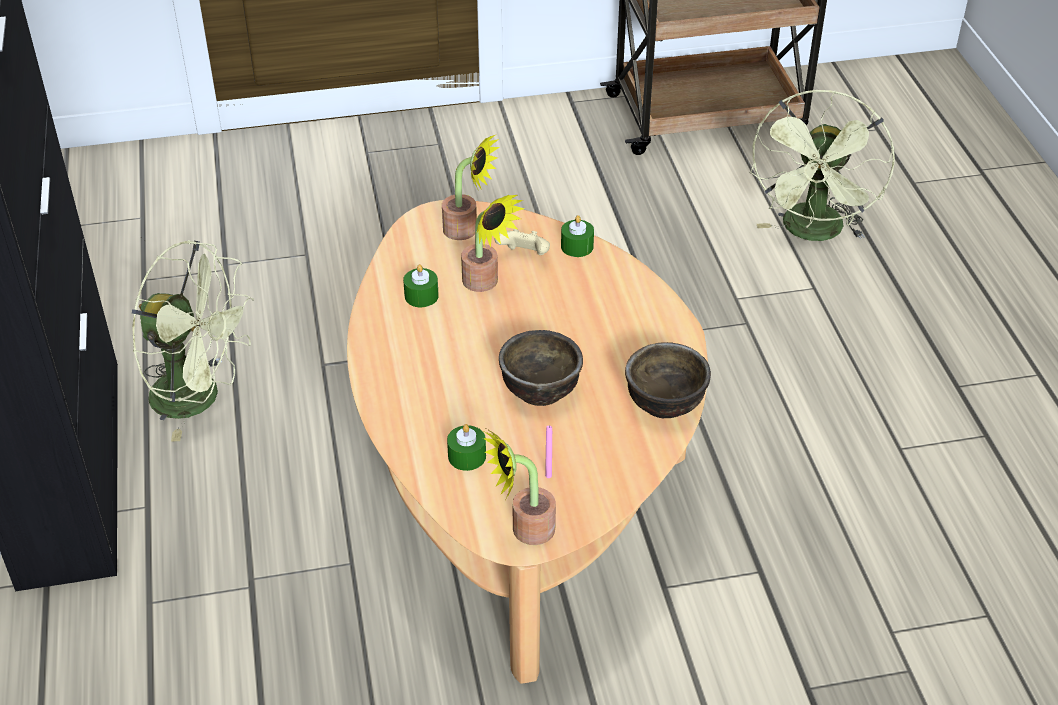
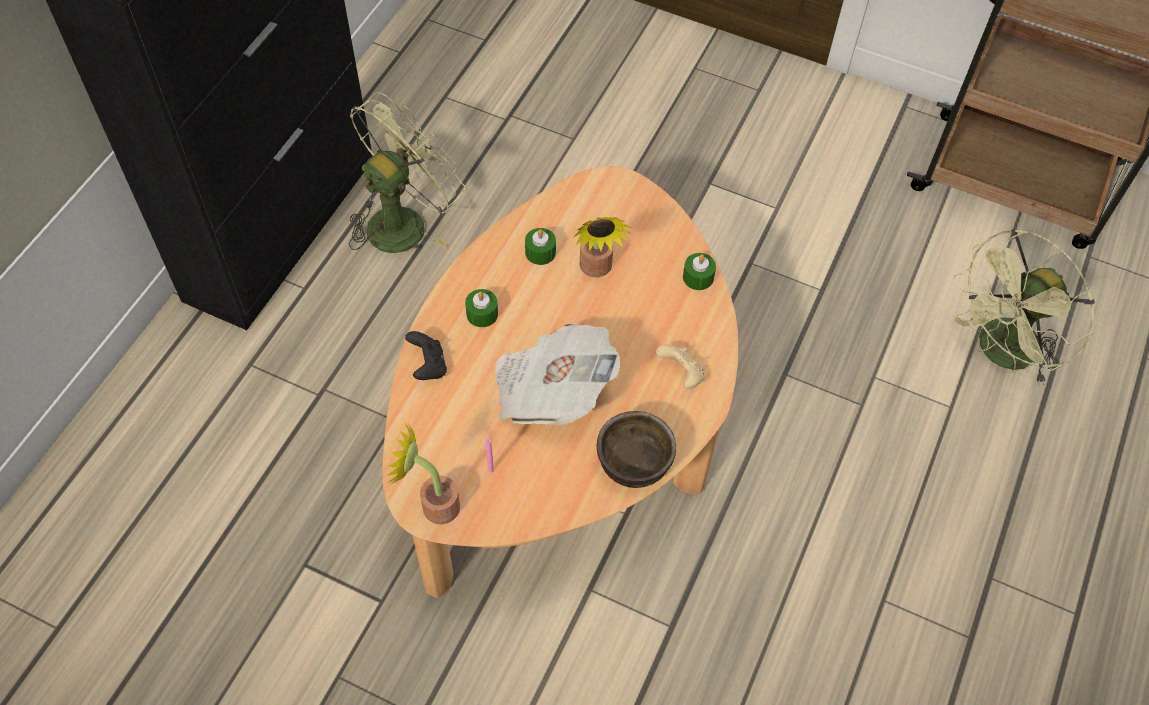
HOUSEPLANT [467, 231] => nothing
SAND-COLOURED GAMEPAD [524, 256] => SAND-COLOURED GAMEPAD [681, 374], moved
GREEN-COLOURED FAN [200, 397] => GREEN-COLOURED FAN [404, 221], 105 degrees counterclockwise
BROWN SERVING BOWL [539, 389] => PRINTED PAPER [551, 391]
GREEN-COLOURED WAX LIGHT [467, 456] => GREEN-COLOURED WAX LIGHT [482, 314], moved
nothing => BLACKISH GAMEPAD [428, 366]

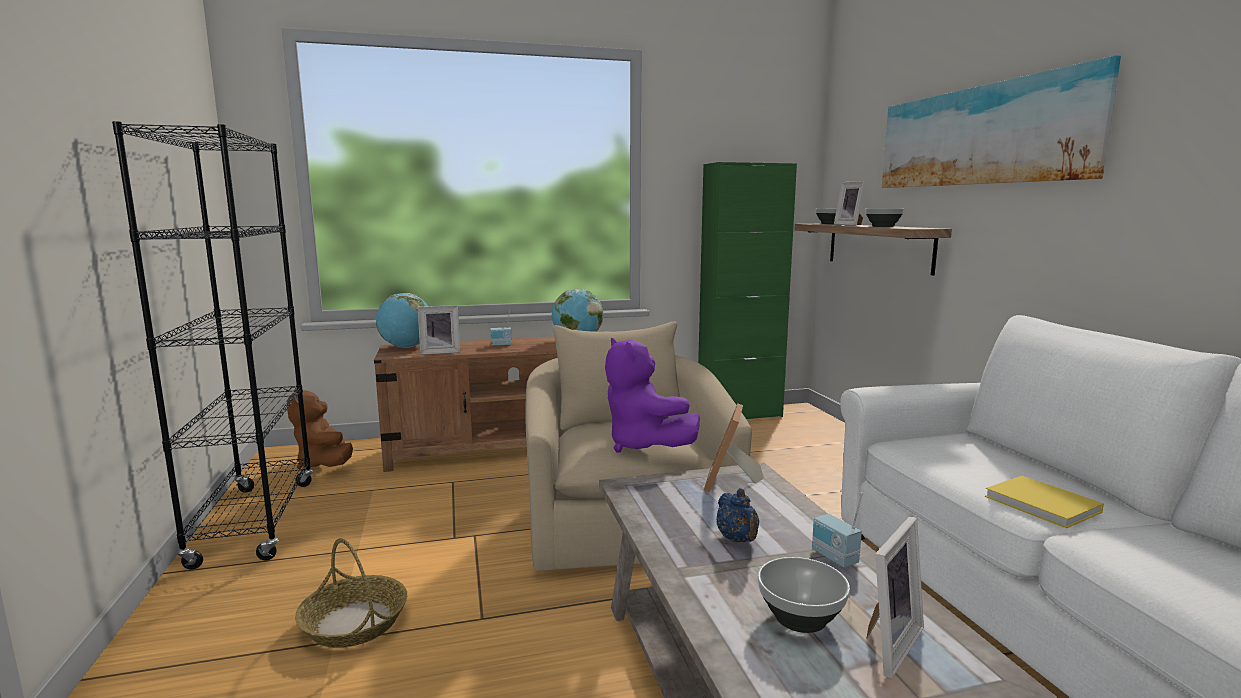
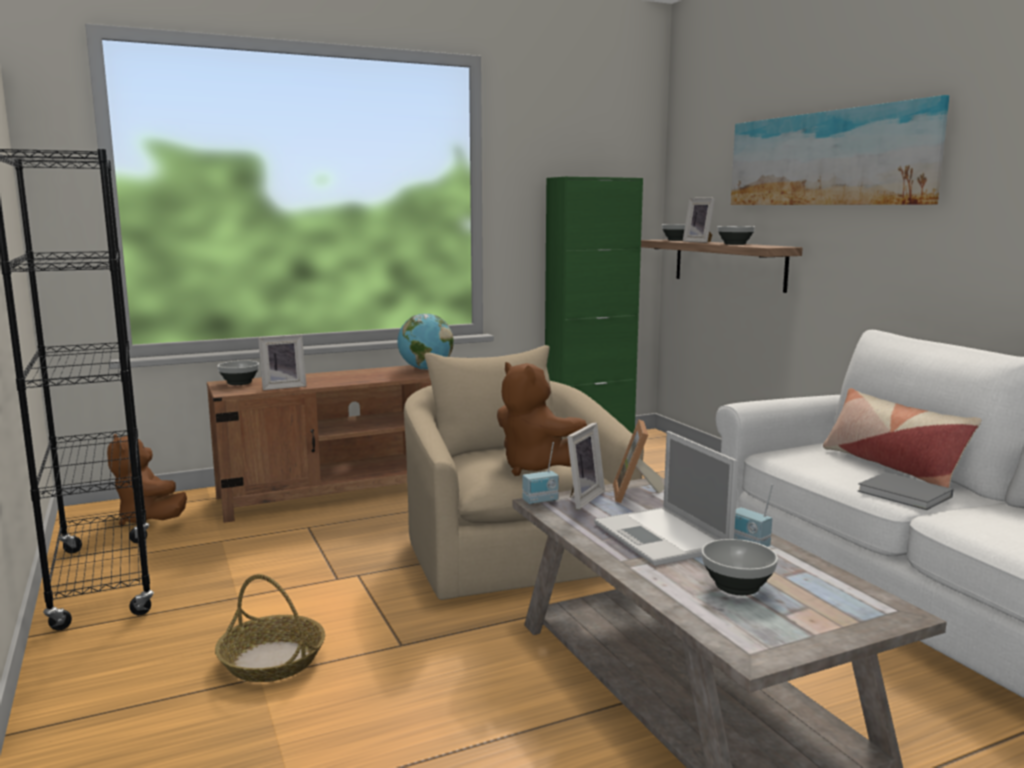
WORLD GLOBE [406, 347] => SERVING BOWL [239, 383]
RADIO [501, 345] => RADIO [541, 501], moved
PURPLE PLUSH TOY [643, 445] => BROWN PLUSH TOY [537, 468]
YELLOW-COLOURED VOLUME [1044, 505] => GREYISH VOLUME [907, 494]
BLUE-COLOURED TEAPOT [738, 540] => PORTABLE COMPUTER [663, 537]
PICTURE FRAME [885, 643] => PICTURE FRAME [580, 498], moved
nothing => PILLOW [891, 466]

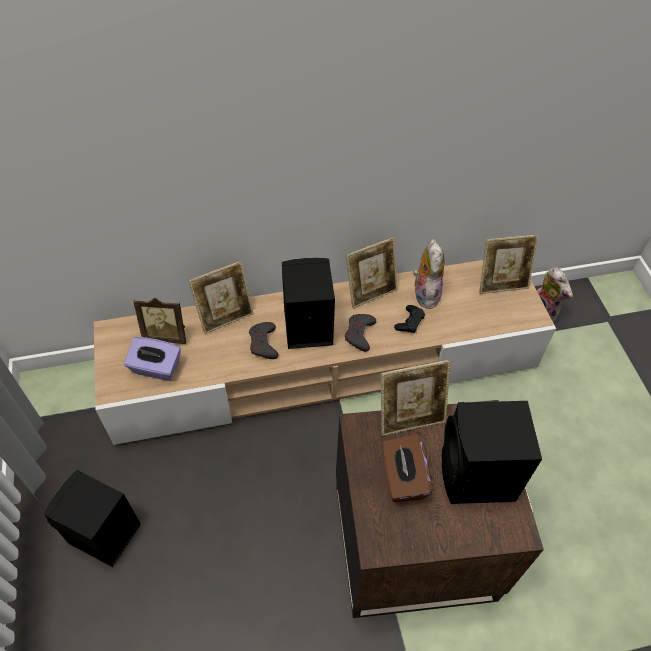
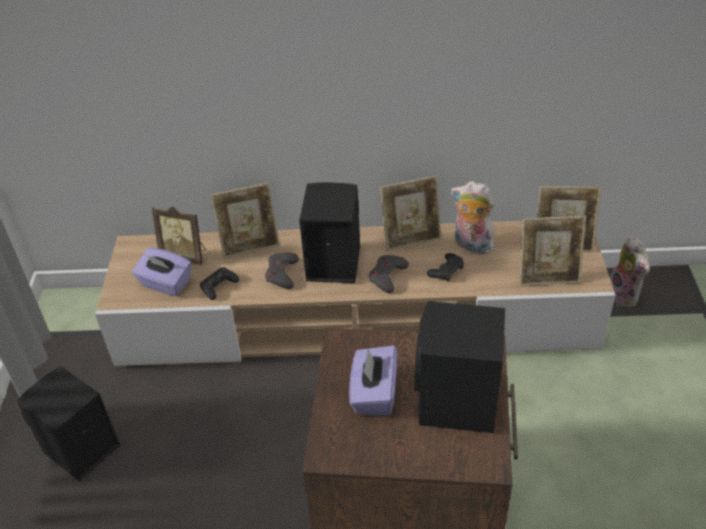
PLUSH TOY [424, 293] => PLUSH TOY [471, 245], 75 degrees counterclockwise
PICTURE FRAME [410, 417] => PICTURE FRAME [547, 276], moved
BROWN TISSUE BOX [402, 478] => PURPLE TISSUE BOX [374, 394]
nothing => BLACKISH GAMEPAD [219, 286]

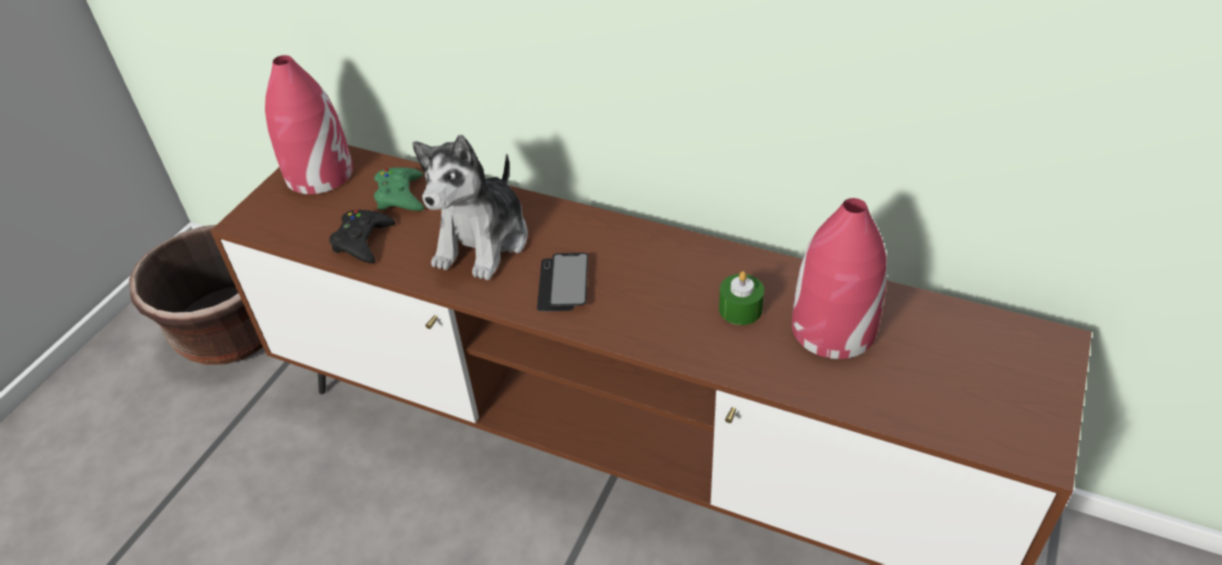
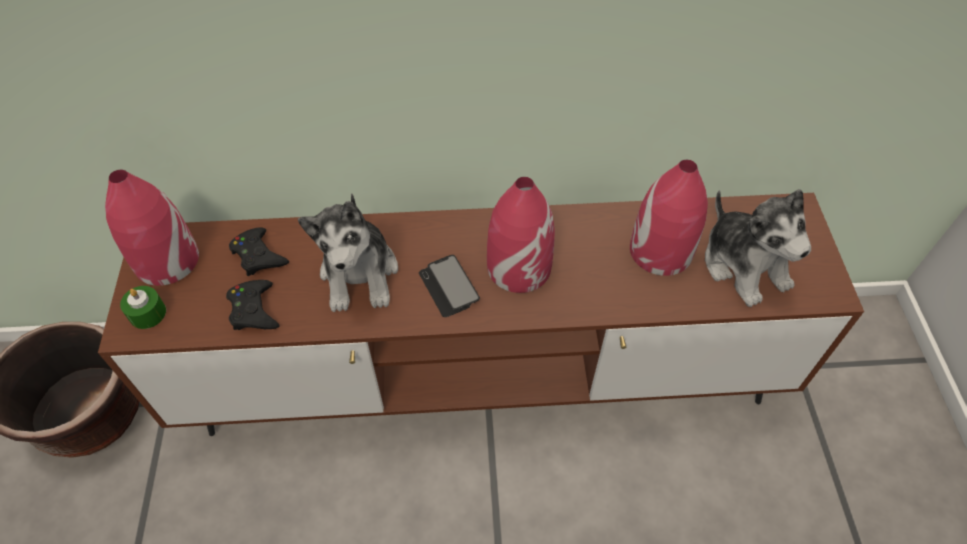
GREEN-COLOURED GAMEPAD [400, 195] => BLACKISH GAMEPAD [258, 256]
GREEN-COLOURED WAX LIGHT [740, 309] => GREEN-COLOURED WAX LIGHT [147, 313], moved
nothing => REDDISH FLOWER VASE [518, 266]
nothing => PLUSH TOY [744, 265]

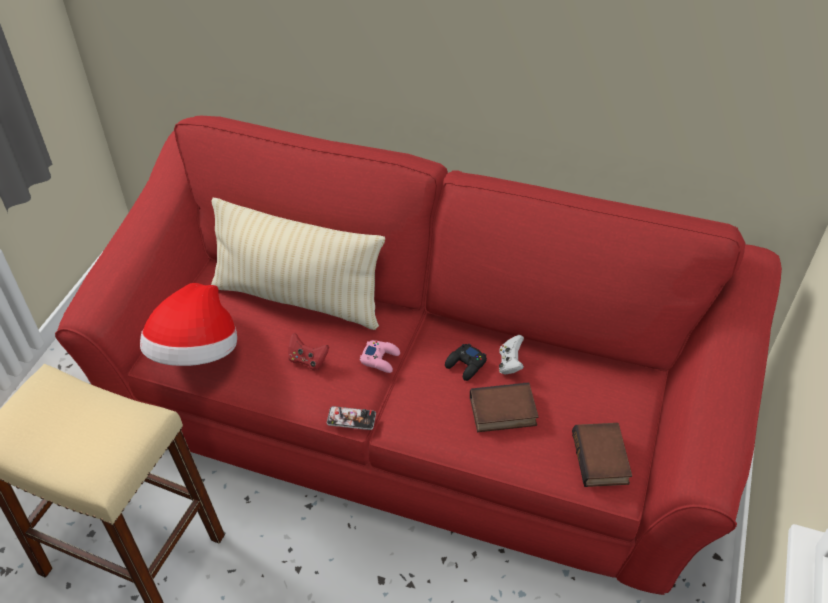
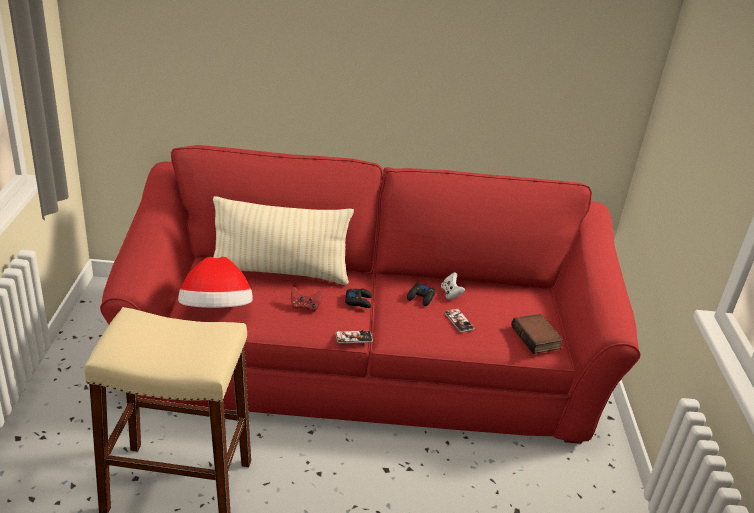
PINKISH GAMEPAD [380, 359] => BLACKISH GAMEPAD [358, 301]
VOLUME [502, 413] => TELEPHONE [459, 321]

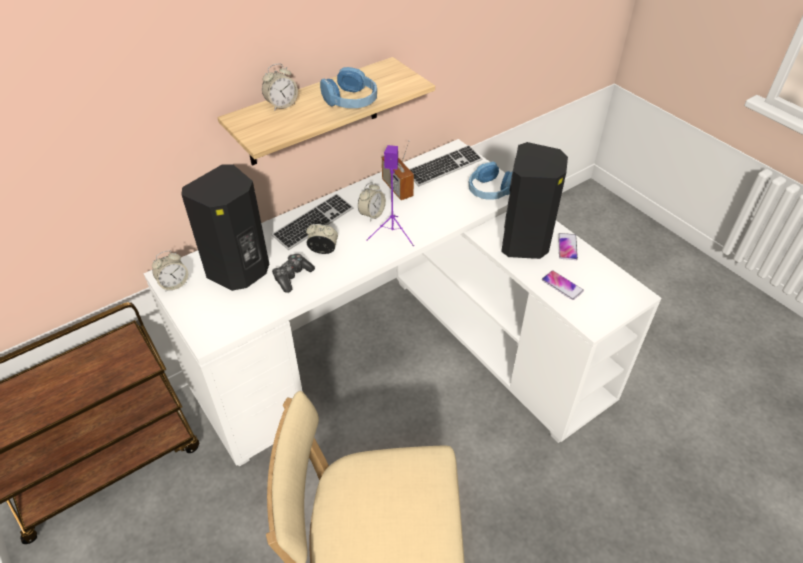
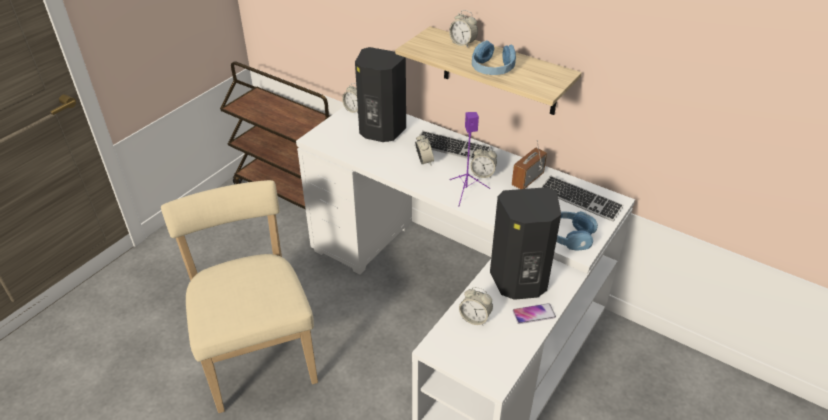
GAMEPAD [292, 276] => nothing
TELEPHONE [562, 285] => ALARM CLOCK [475, 318]

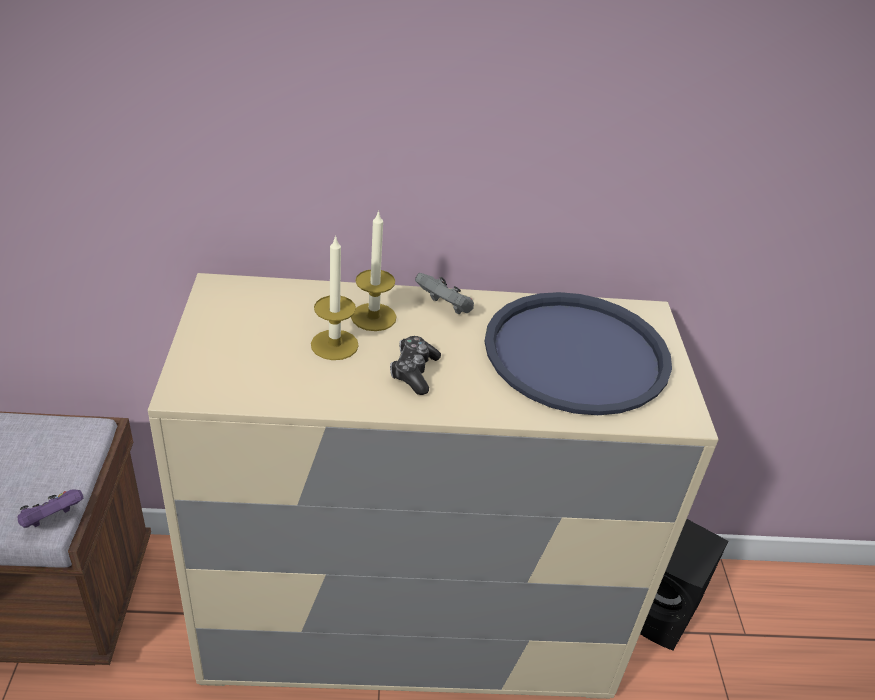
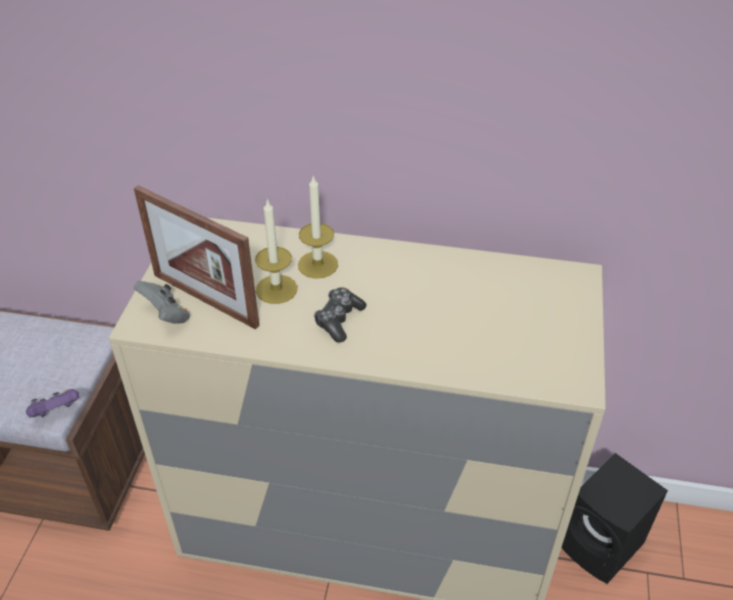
GREYISH GAMEPAD [445, 308] => GREYISH GAMEPAD [166, 315], moved
BLUE-COLOURED TRAY [576, 353] => nothing
nothing => PICTURE FRAME [205, 300]

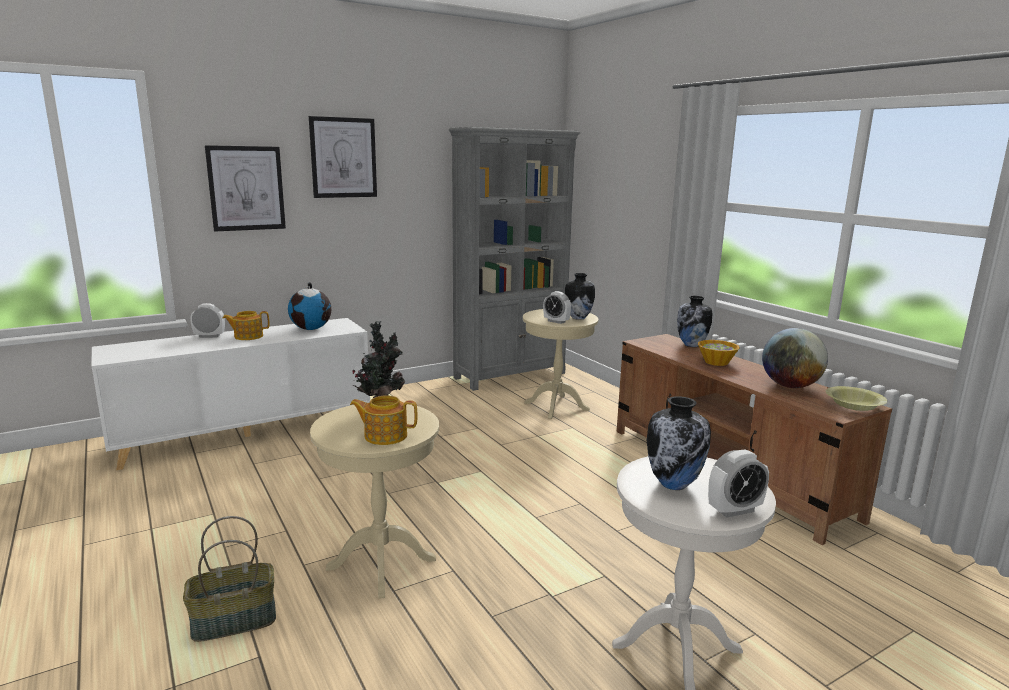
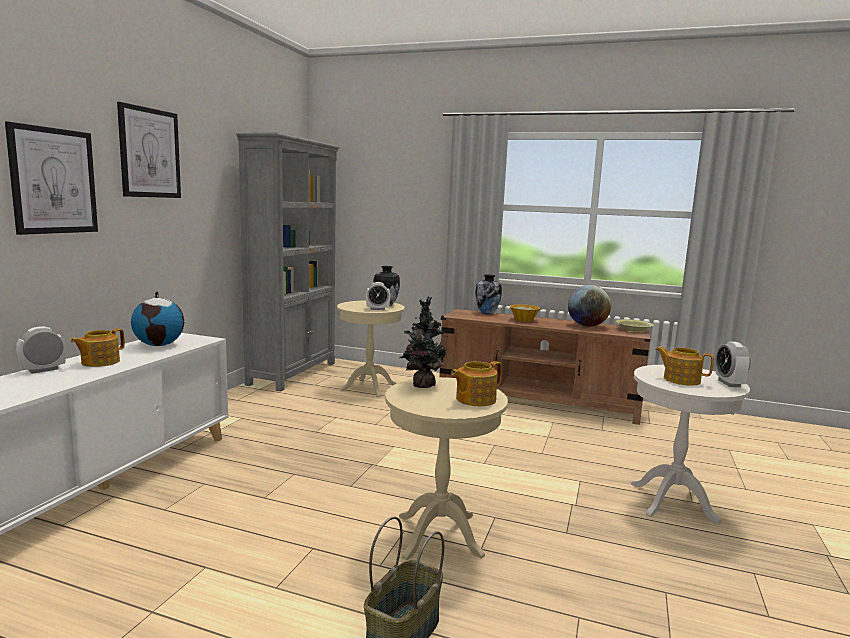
FLOWER VASE [674, 484] => TEAPOT [680, 380]
ALARM CLOCK [734, 510] => ALARM CLOCK [729, 383], 150 degrees clockwise

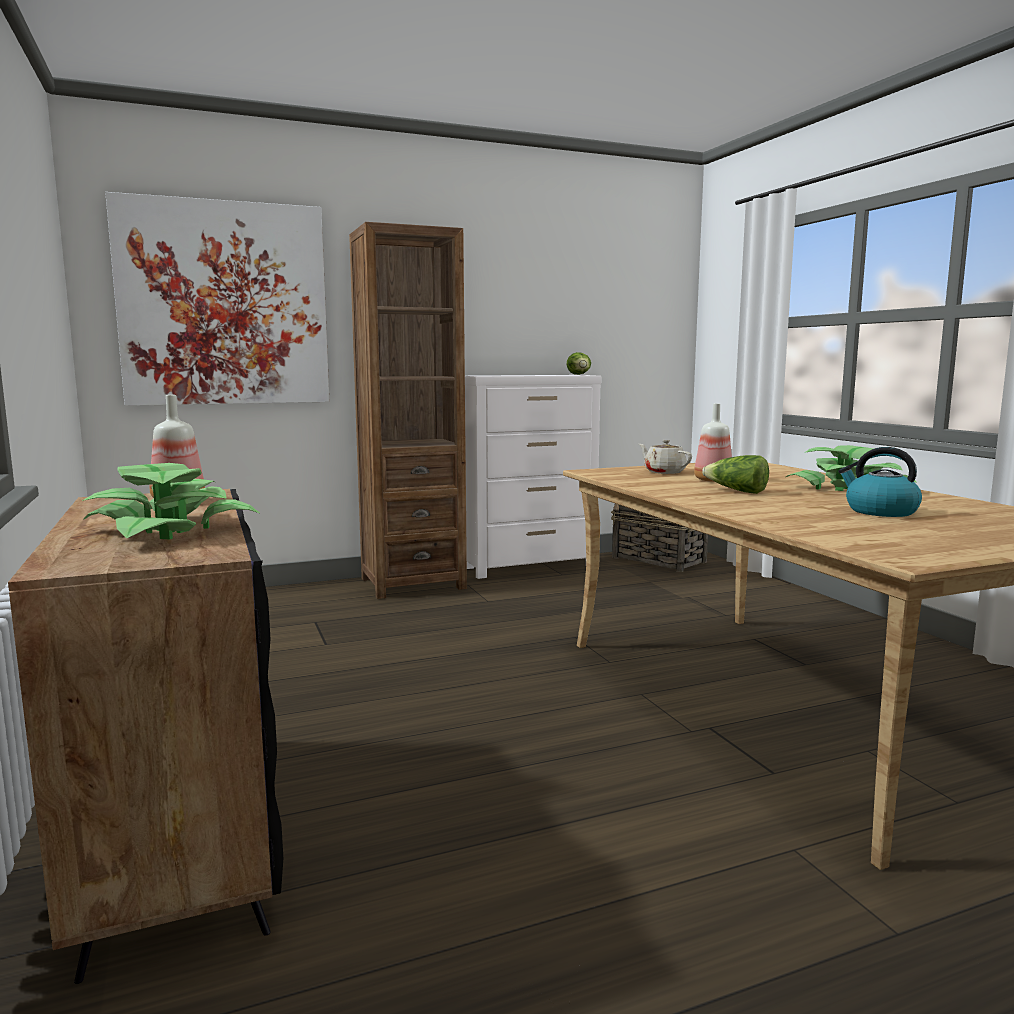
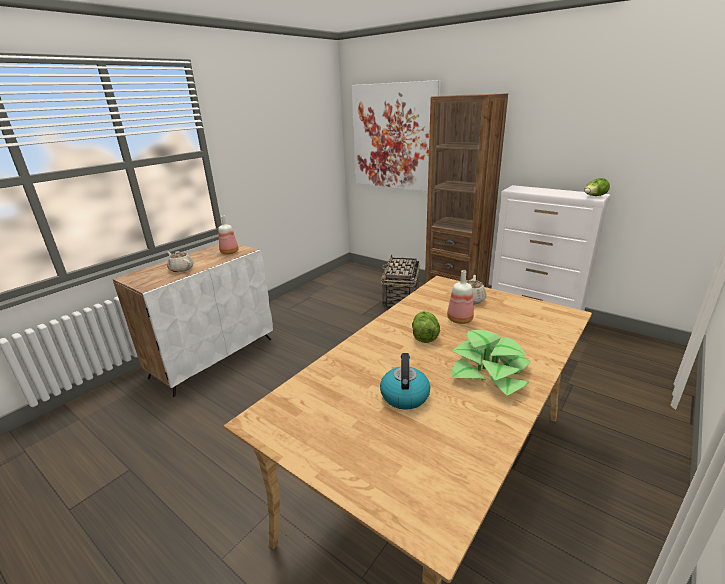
HOUSEPLANT [171, 529] => SAND-COLOURED TEAPOT [181, 269]
BLACKISH CUPBOARD [178, 833] => WHITE-COLOURED CUPBOARD [214, 357]
HOUSEHOLD BASKET [659, 560] => HOUSEHOLD BASKET [400, 297], moved

